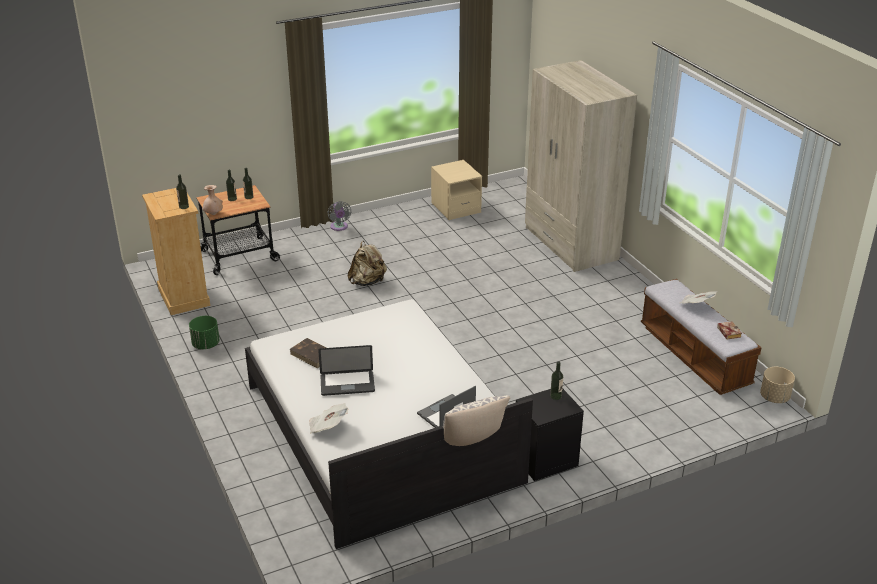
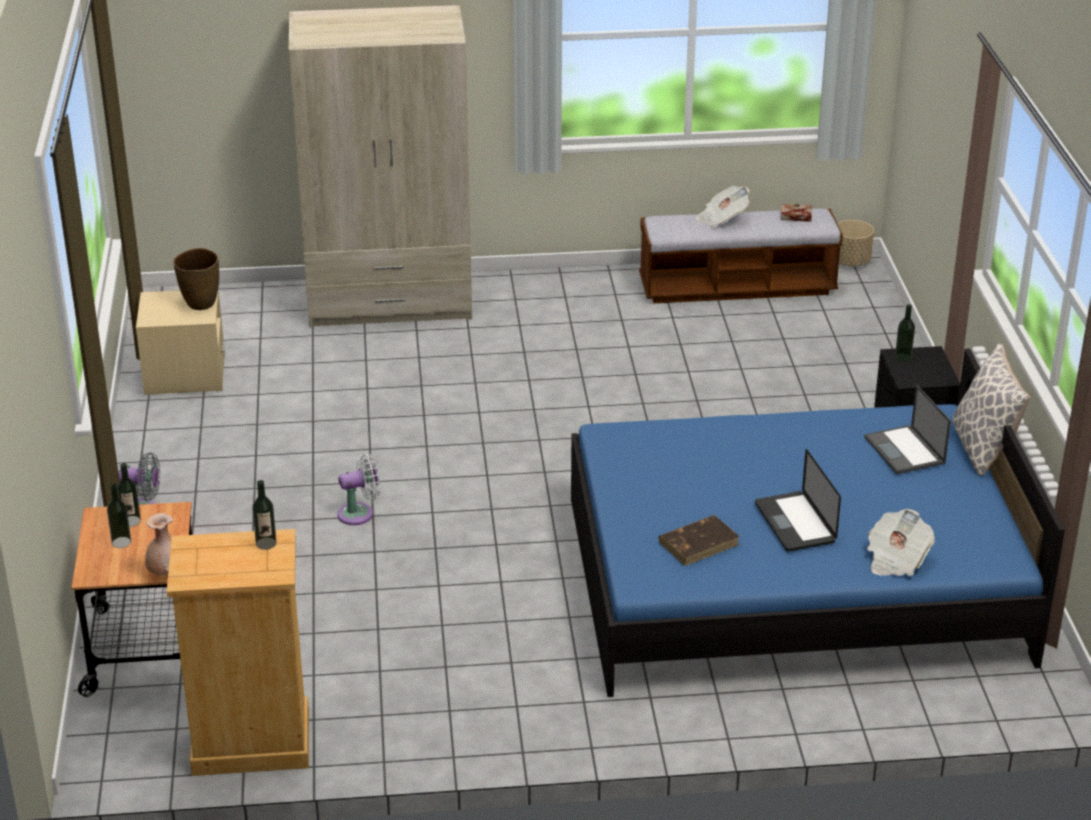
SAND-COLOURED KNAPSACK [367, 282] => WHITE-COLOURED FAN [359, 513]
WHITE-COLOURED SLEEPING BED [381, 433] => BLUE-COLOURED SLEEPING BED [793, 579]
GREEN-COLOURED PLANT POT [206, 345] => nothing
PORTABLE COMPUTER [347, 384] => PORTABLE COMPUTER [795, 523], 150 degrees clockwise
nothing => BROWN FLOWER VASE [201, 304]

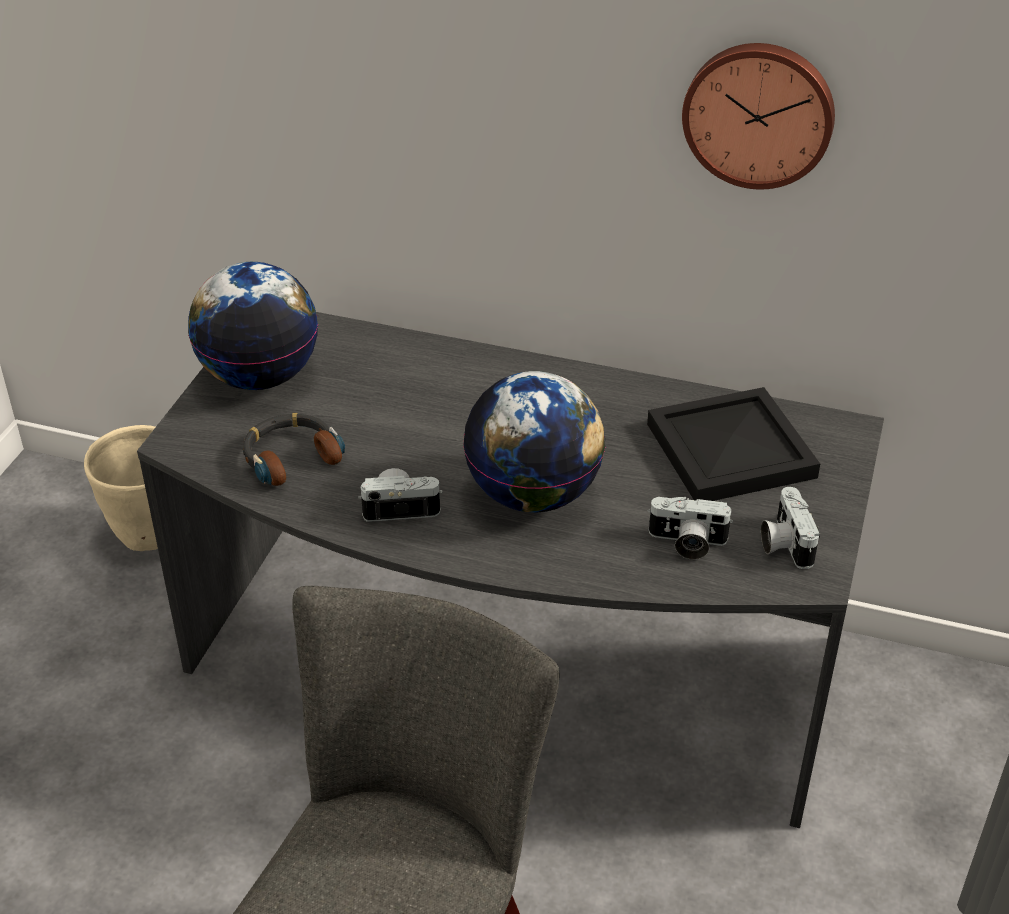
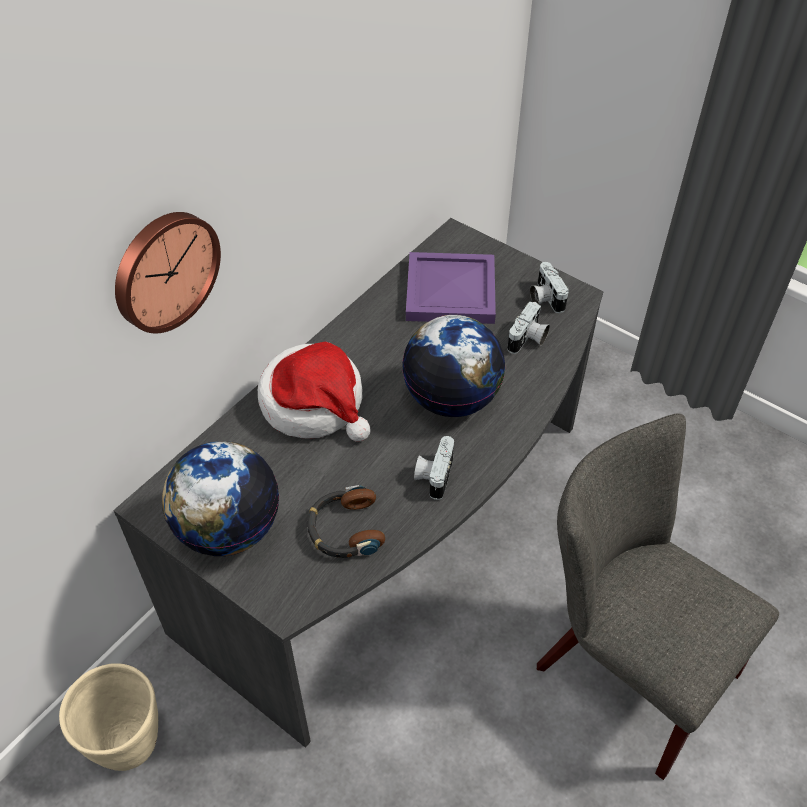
CLOCK ON THE WALL [759, 113] => CLOCK ON THE WALL [164, 270], moved
BLACKISH TRAY [733, 451] => PURPLE TRAY [452, 290]
STILL CAMERA [784, 543] => STILL CAMERA [544, 298], 60 degrees clockwise
nothing => WEARABLE HAT [315, 404]

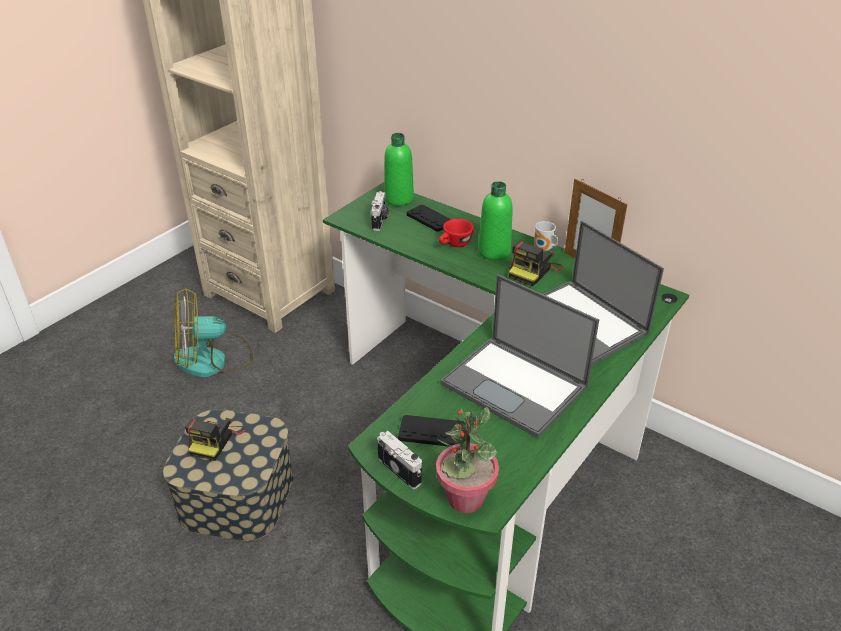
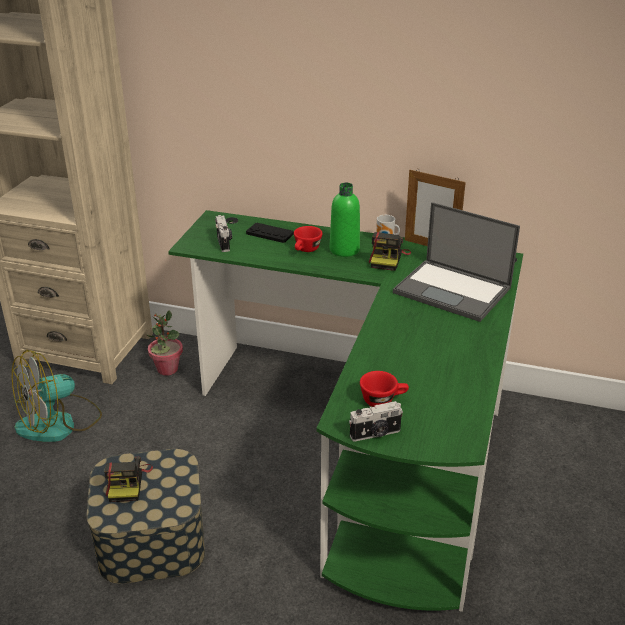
GREEN-COLOURED BOTTLE [399, 199] => nothing
PORTABLE COMPUTER [516, 386] => nothing
HOUSEPLANT [465, 498] => HOUSEPLANT [167, 369], moved
BLACKISH GAMEPAD [431, 432] => REDDISH CUP [383, 400]
STILL CAMERA [401, 469] => STILL CAMERA [375, 434], 135 degrees clockwise

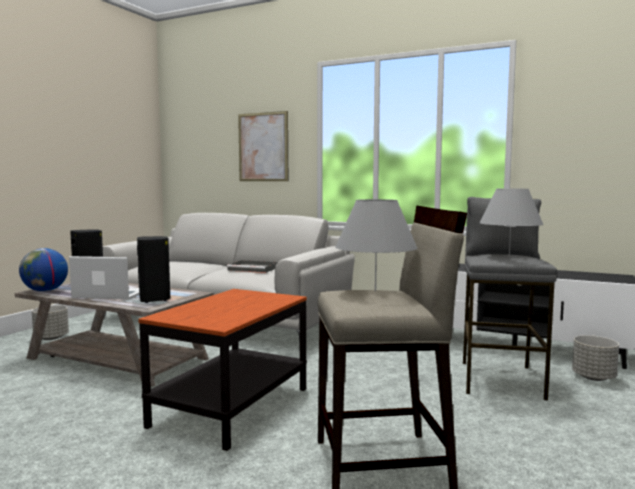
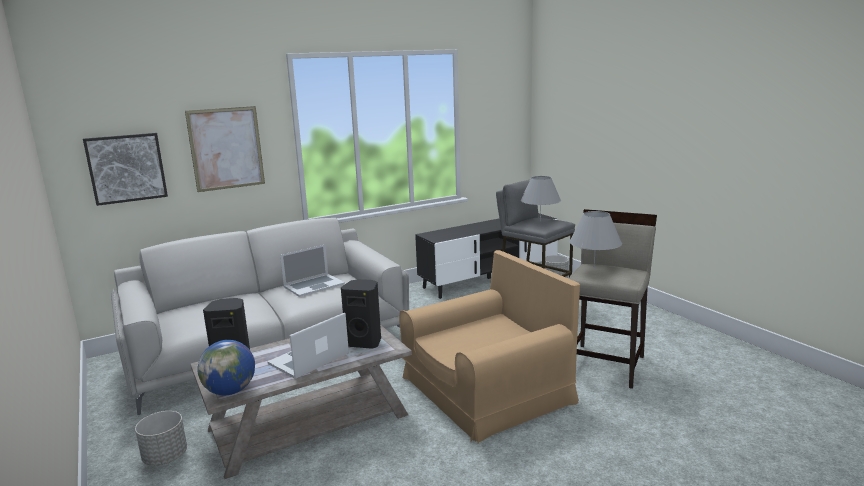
GREYISH TRAY [254, 269] => PORTABLE COMPUTER [313, 285]
END TABLE [232, 407] => BROWN ARMCHAIR [486, 390]
nothing => WALL ART [126, 168]

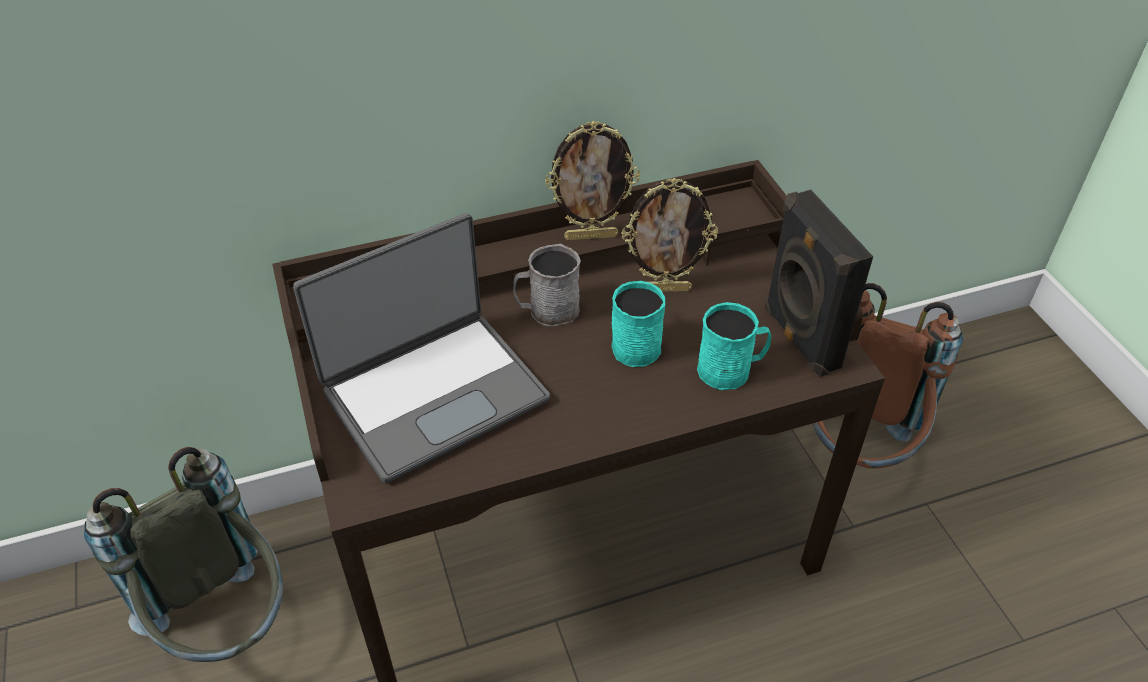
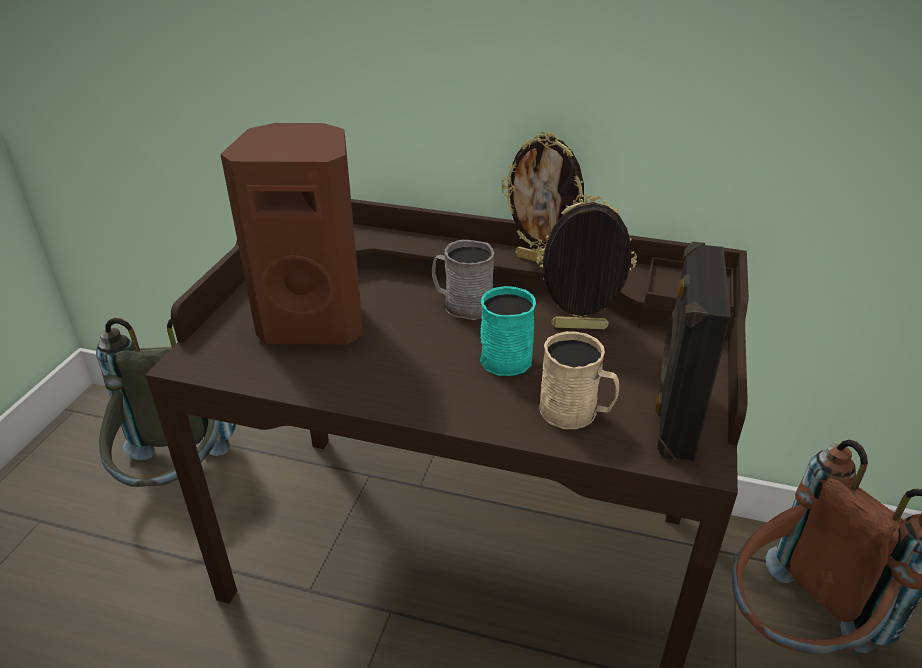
PICTURE FRAME [664, 289] => PICTURE FRAME [579, 328], 150 degrees clockwise
PORTABLE COMPUTER [433, 393] => BROWN LOUDSPEAKER [315, 322]
TURQUOISE-COLOURED TEA MUG [731, 369] => SAND-COLOURED TEA MUG [576, 412]

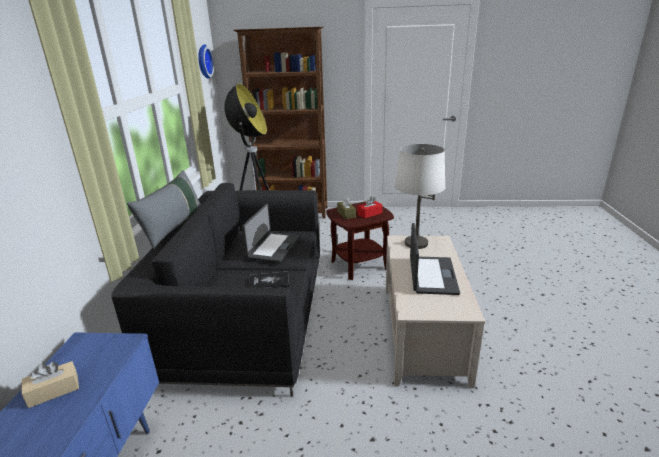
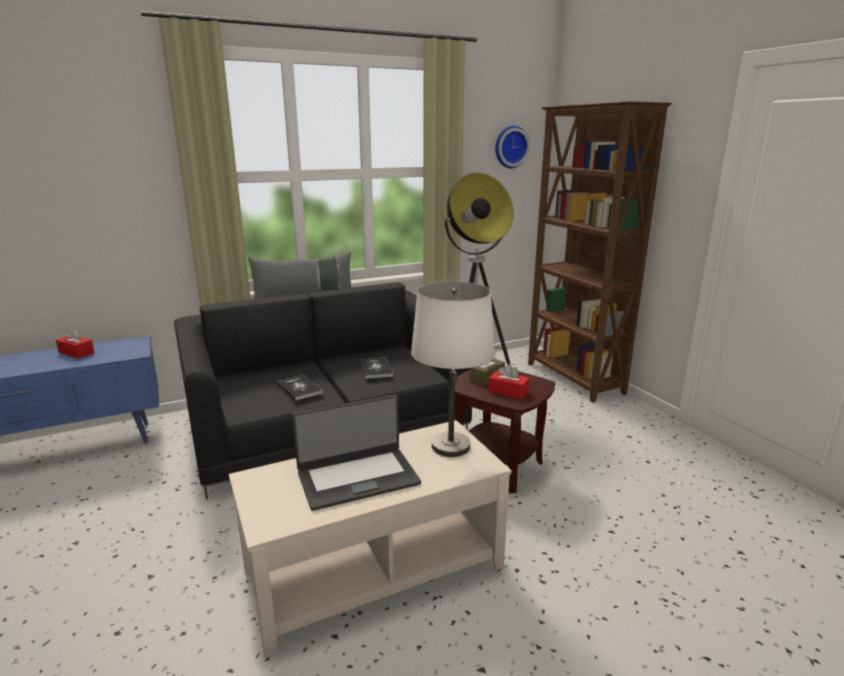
PORTABLE COMPUTER [273, 247] => VOLUME [375, 369]
SAND-COLOURED TISSUE BOX [53, 391] => REDDISH TISSUE BOX [76, 353]

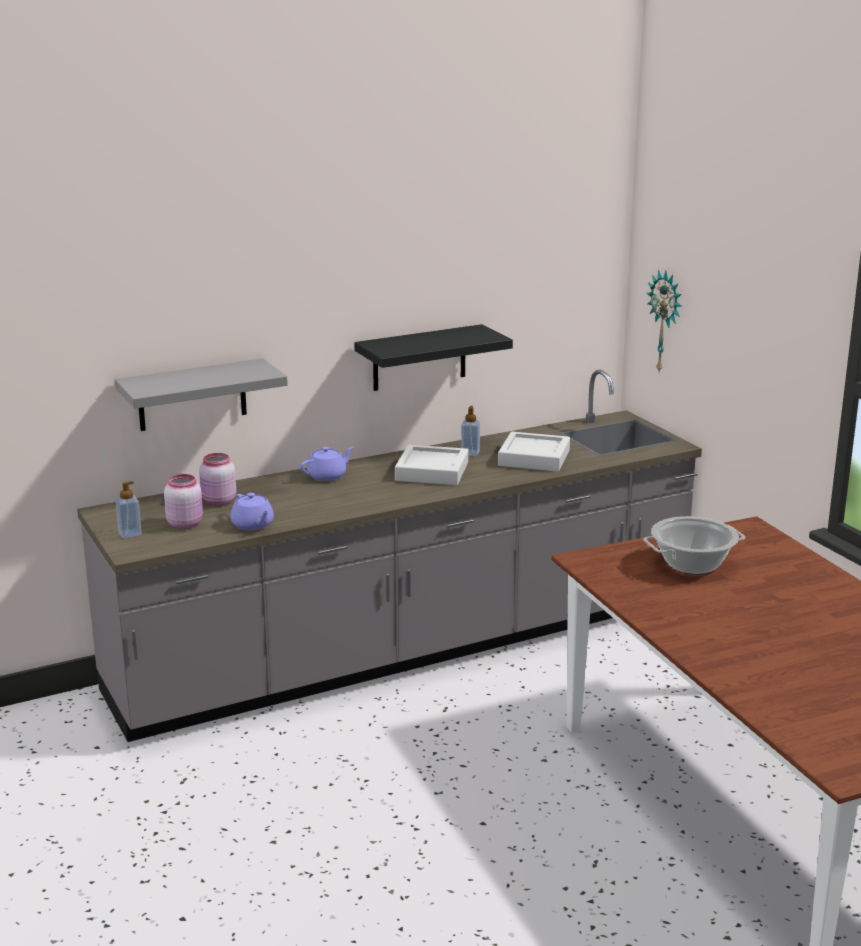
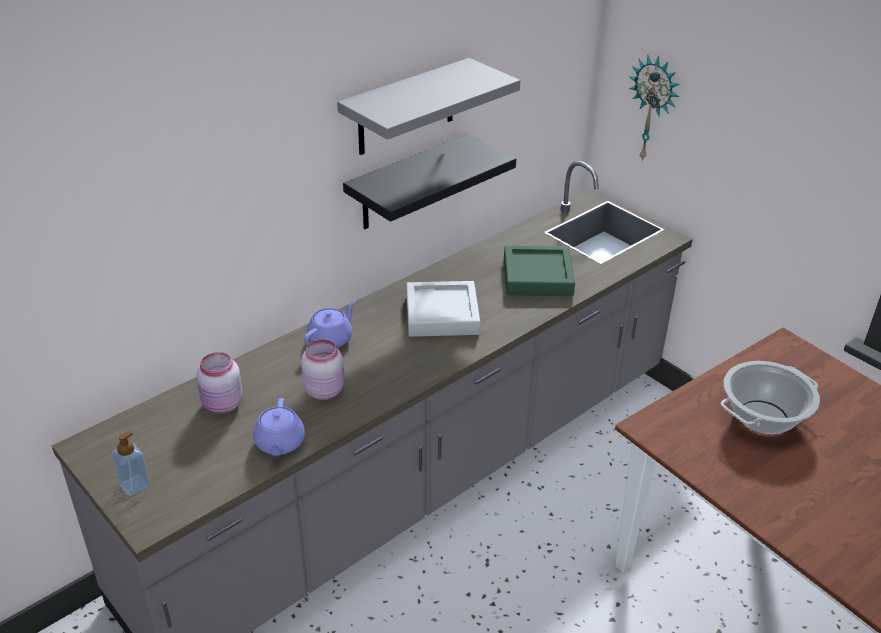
GREYISH BRACKET SHELF [192, 395] => GREYISH BRACKET SHELF [406, 108], moved
SOAP BOTTLE [470, 453] => nothing
GREYISH TRAY [534, 458] => GREEN-COLOURED TRAY [537, 277]
PINKISH JAR [185, 524] => PINKISH JAR [324, 390], moved
PURPLE TEAPOT [253, 525] => PURPLE TEAPOT [280, 443], 45 degrees clockwise

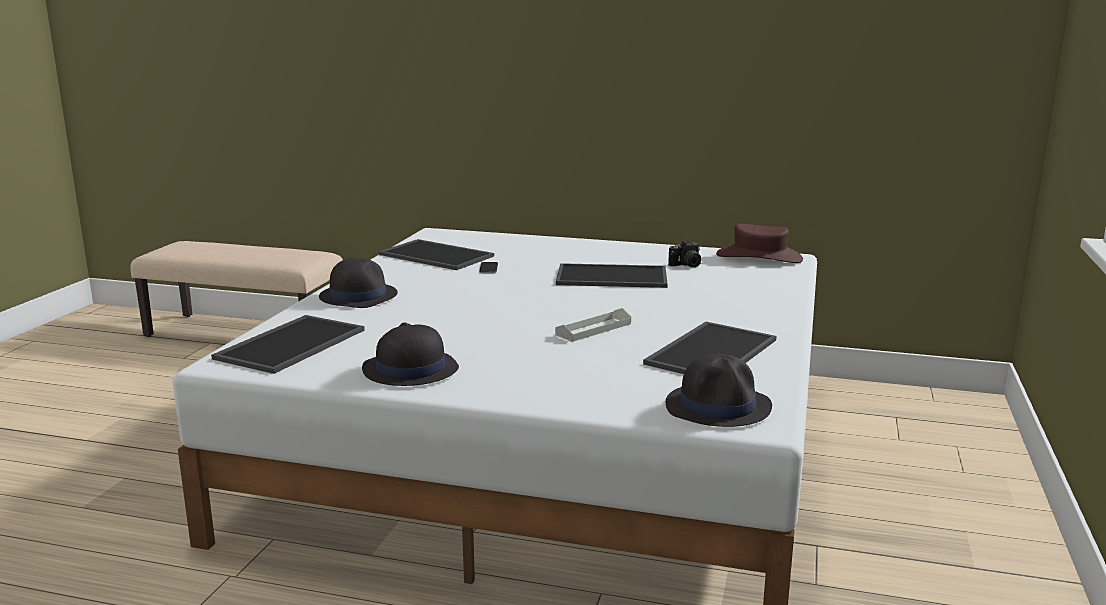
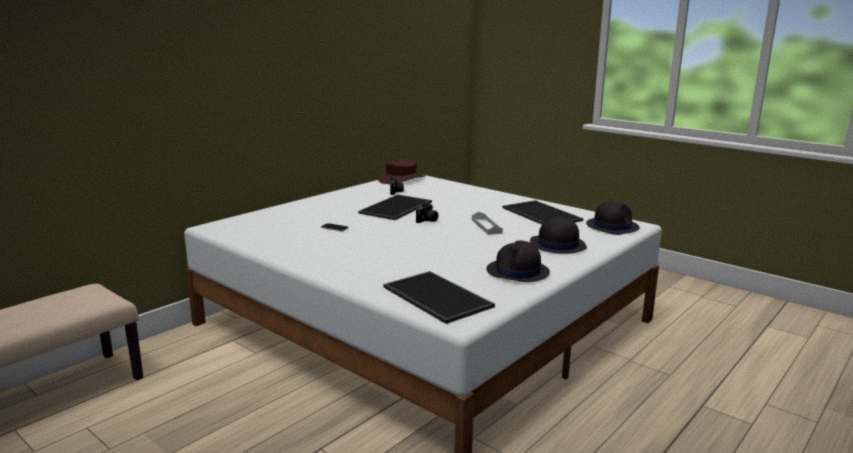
TRAY [438, 255] => nothing
BLACKISH WEARABLE HAT [358, 296] => BLACKISH WEARABLE HAT [557, 245], moved
nothing => STILL CAMERA [427, 220]

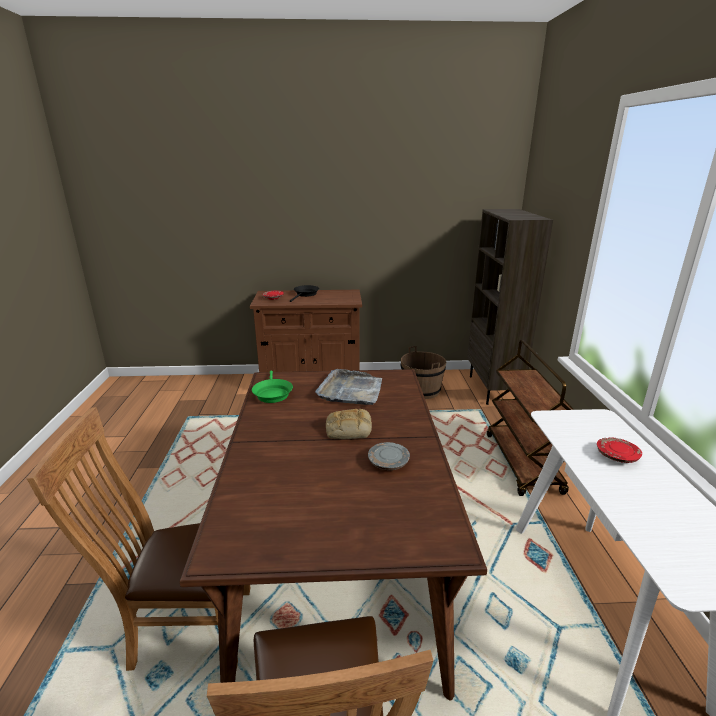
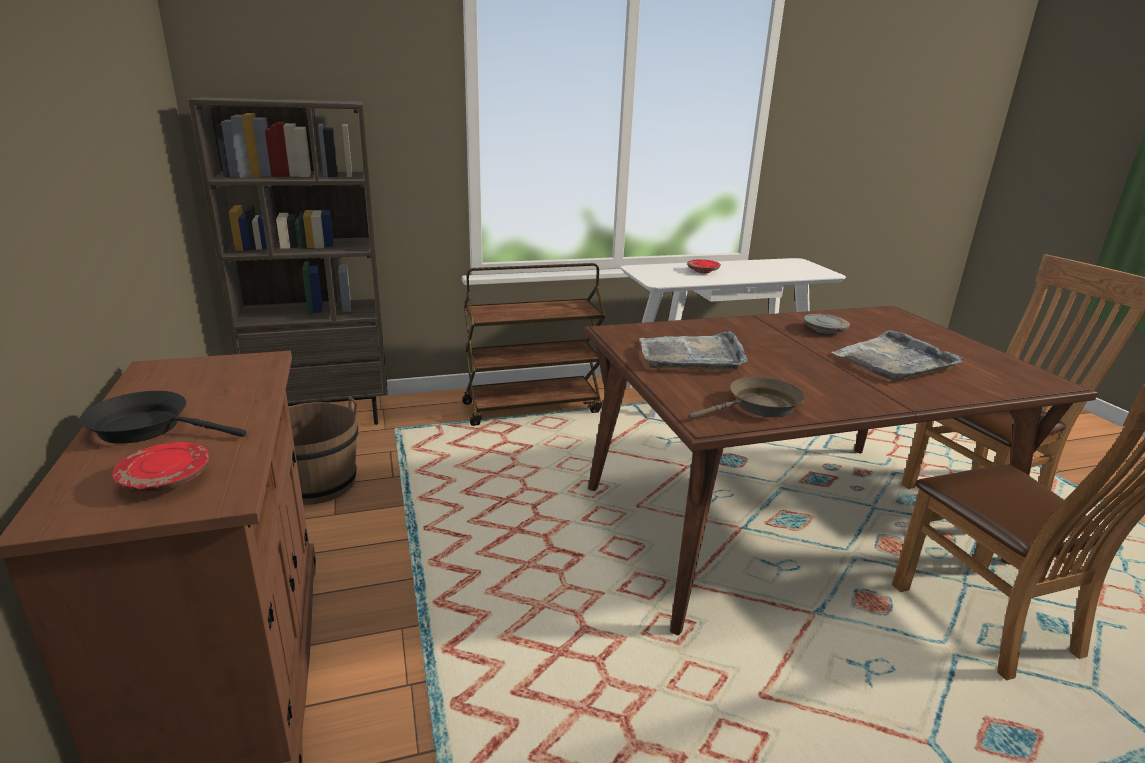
GREEN-COLOURED PAN [272, 393] => BROWN PAN [759, 407]
BAKED BREAD [348, 429] => nothing
nothing => GREYISH TRAY [894, 361]

